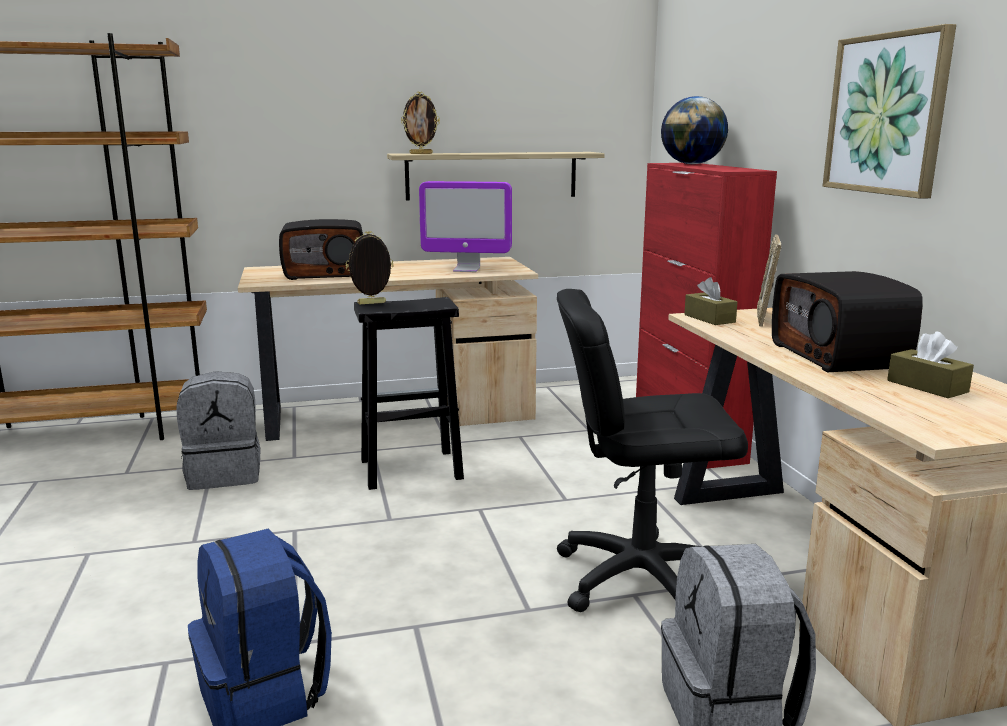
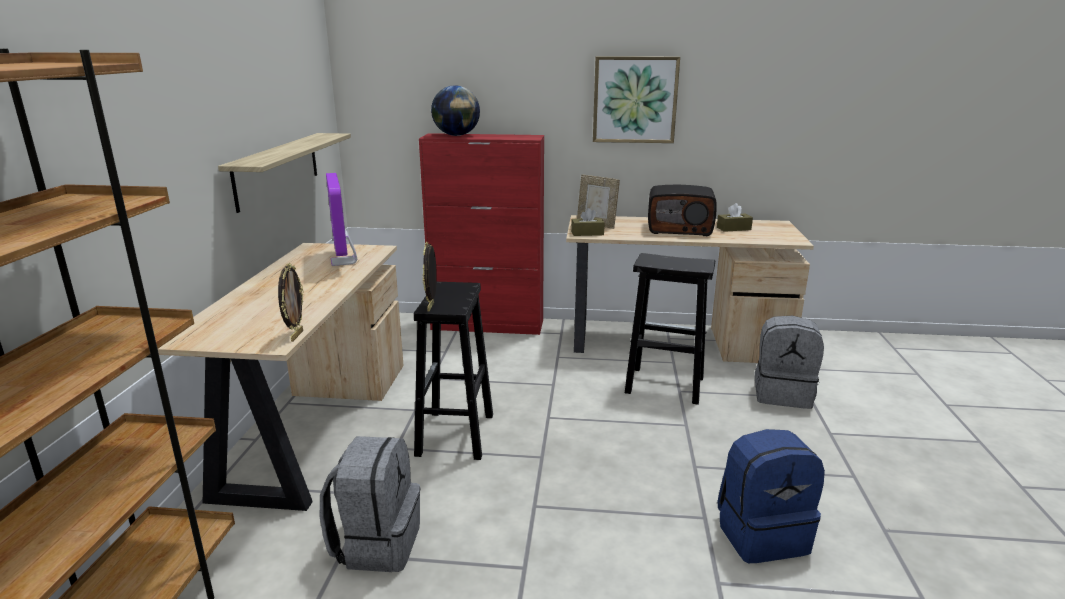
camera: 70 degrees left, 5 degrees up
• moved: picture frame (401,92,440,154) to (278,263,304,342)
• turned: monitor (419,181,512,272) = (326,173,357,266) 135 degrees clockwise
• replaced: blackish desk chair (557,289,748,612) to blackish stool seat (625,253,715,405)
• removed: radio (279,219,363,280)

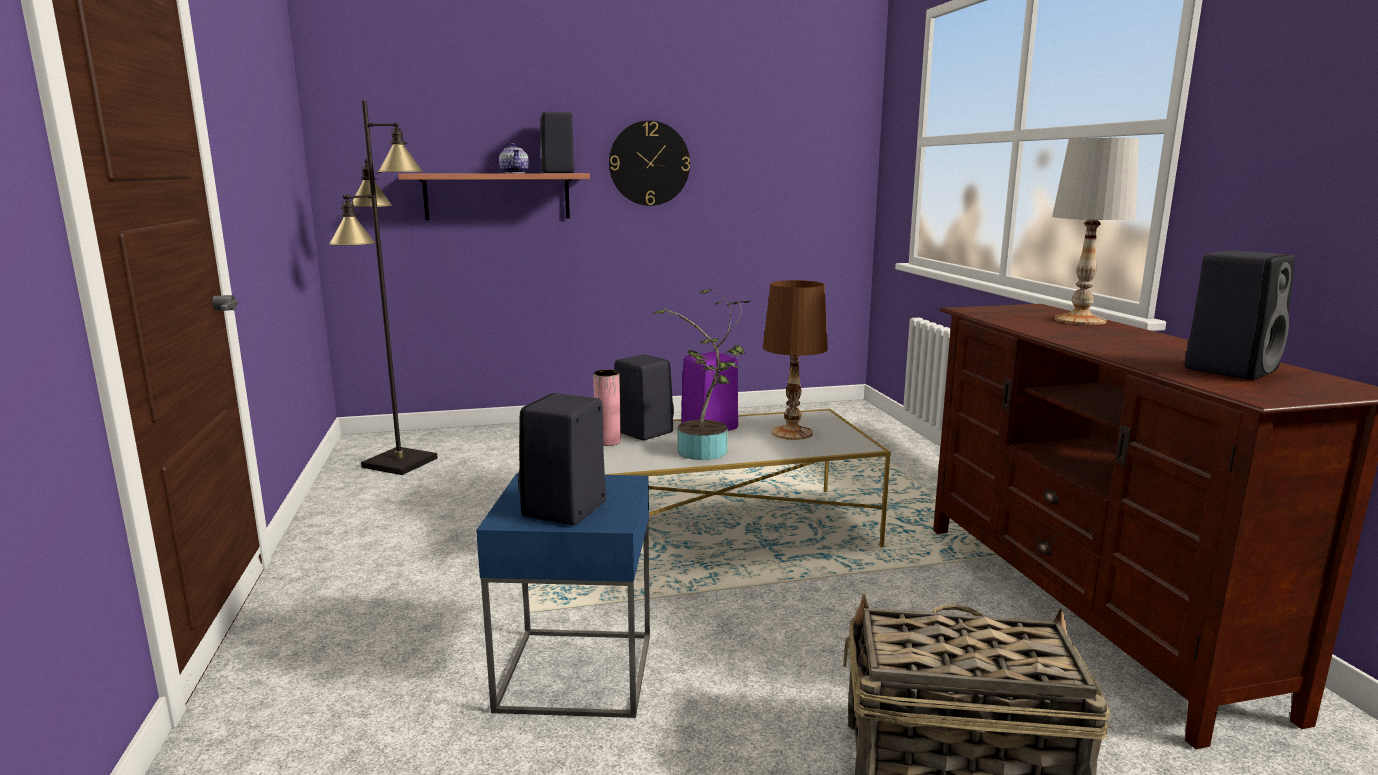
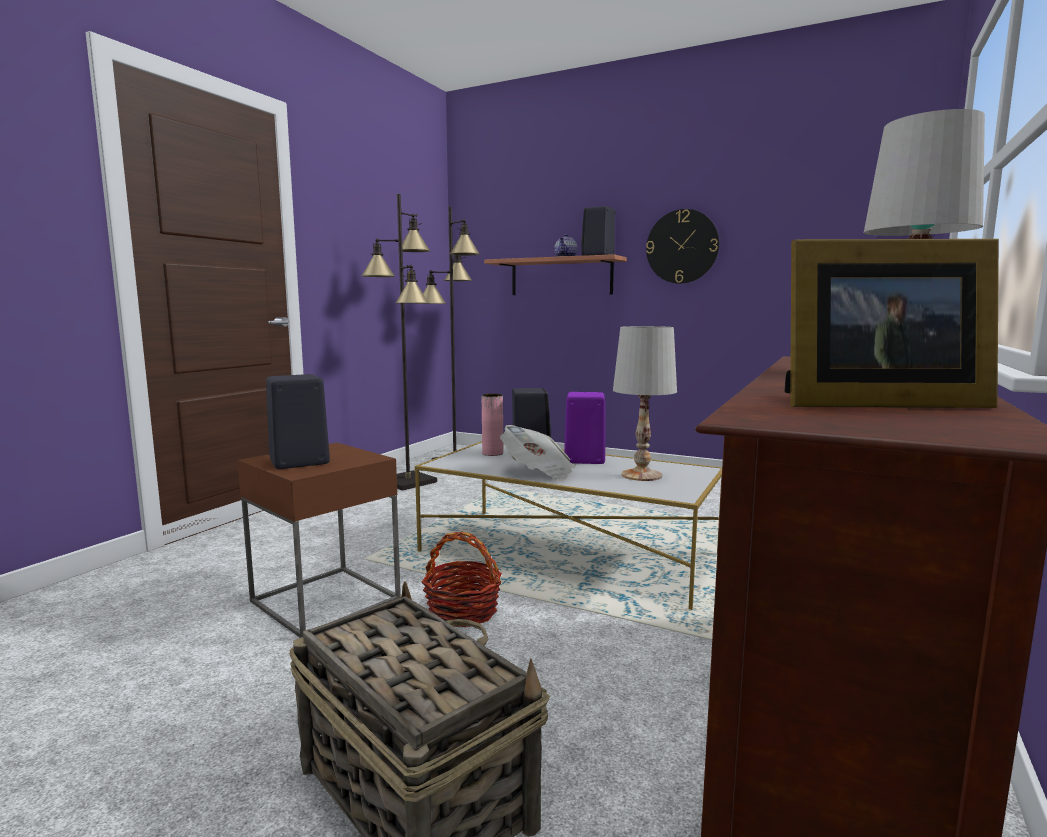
camera: 40 degrees right, 5 degrees down
• recoloured: blue-coloured end table (476,473,650,718) to brown end table (237,443,401,638)
• added: blackish standard lamp (361,194,437,491)
• added: storage basket (422,532,502,627)
• replaced: potted plant (653,289,751,460) to daily paper (500,425,575,481)
• recoloured: brown tabletop lamp (763,280,828,440) to white tabletop lamp (613,326,677,481)
• replaced: blackish speaker (1184,250,1295,380) to picture frame (784,239,999,408)

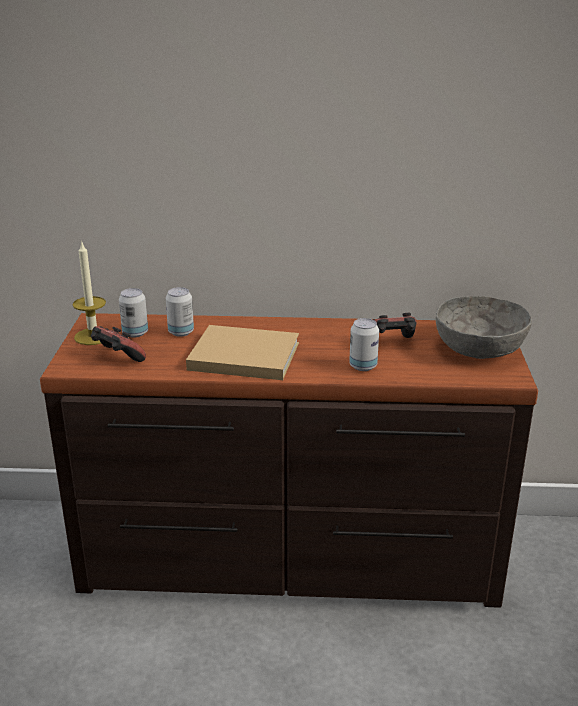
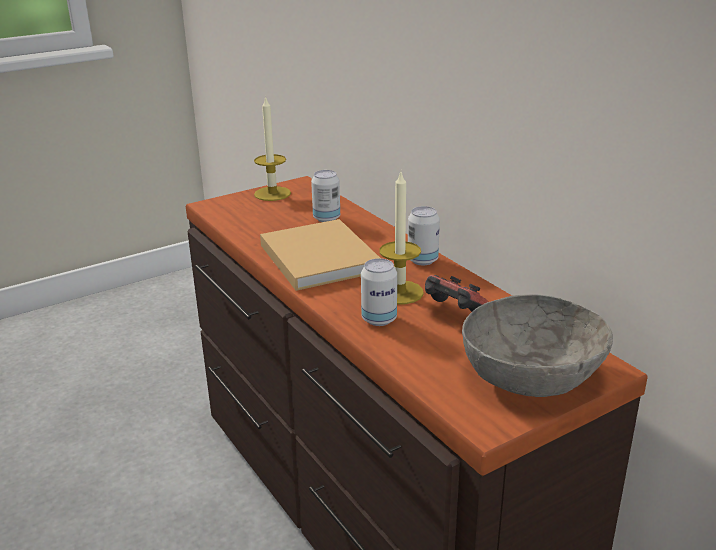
camera: 55 degrees right, 0 degrees up
• added: wax candle (379,172,424,305)
• moved: sealed can (119,288,148,338) to (408,206,440,265)
• removed: joypad (91,326,146,362)

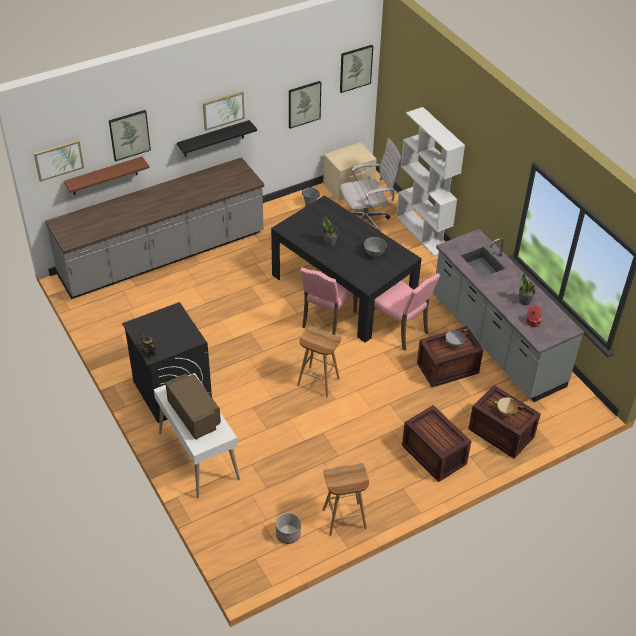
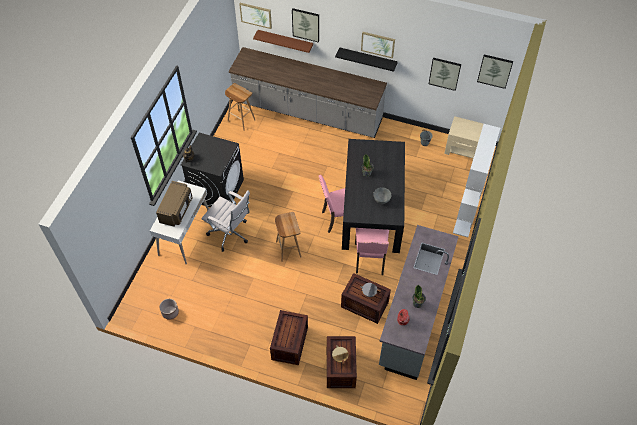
camera: 50 degrees right, 10 degrees up
• moved: white desk chair (340,138,402,231) to (202,190,250,252)
• moved: brown stool seat (323,463,369,536) to (225,83,255,131)

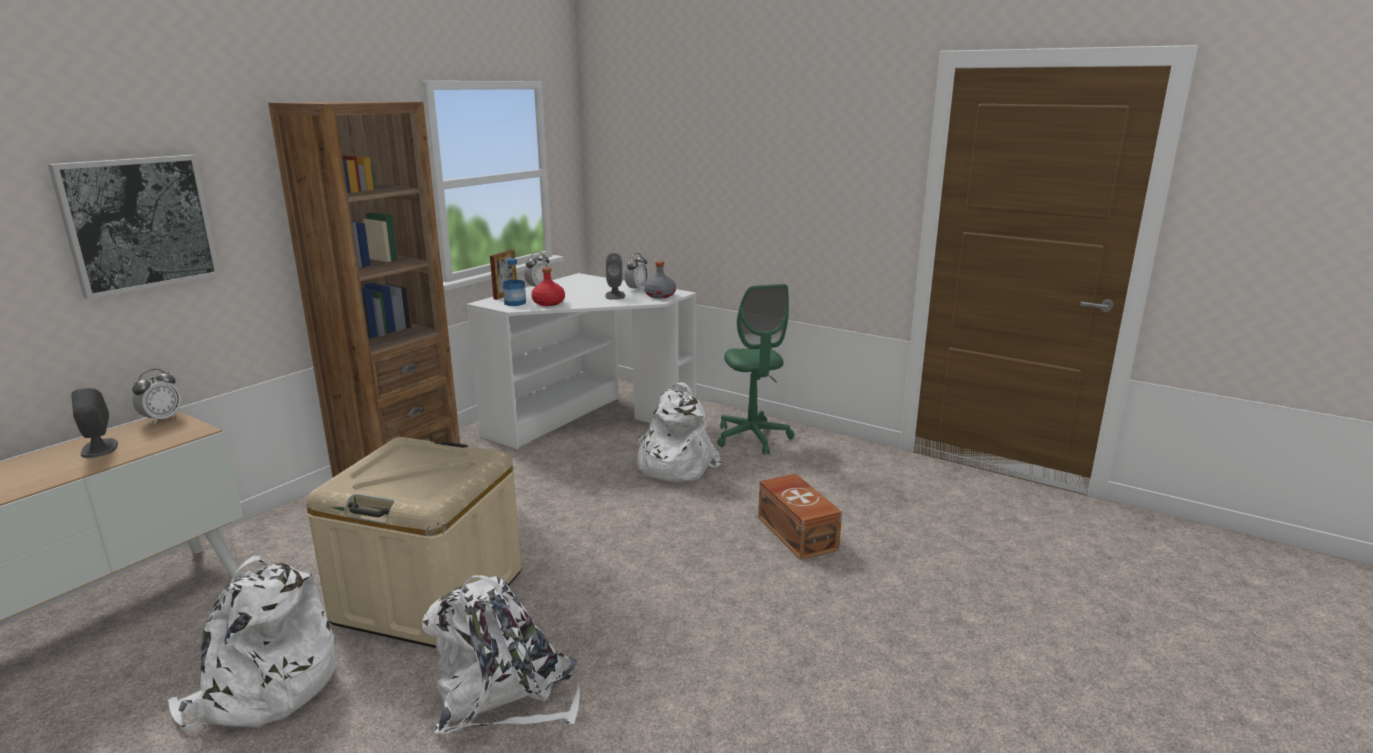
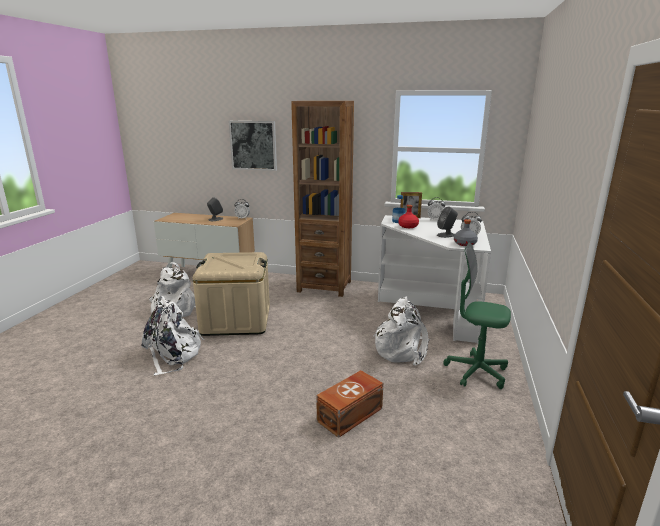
camera: 70 degrees right, 0 degrees up
• turned: green desk chair (717,284,794,455) = (444,243,511,389) 60 degrees clockwise

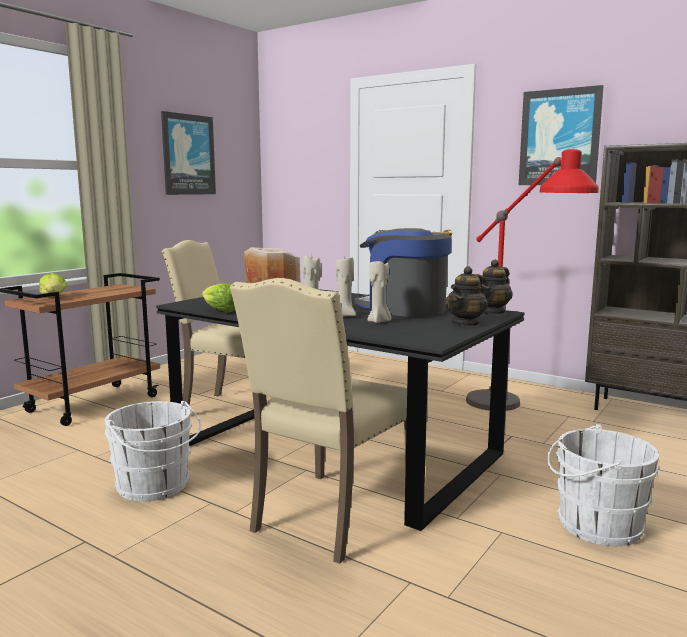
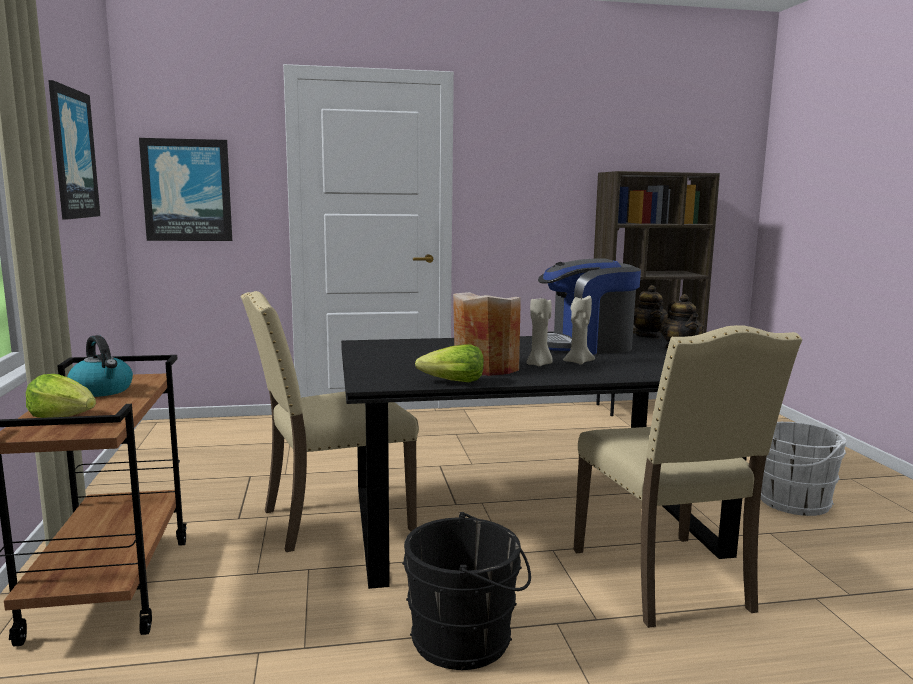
camera: 45 degrees left, 0 degrees up
• added: water kettle (67,335,133,397)
• moved: wall art (519,85,604,185) to (139,138,232,241)
• recoloured: white pail (104,401,202,502) to blackish pail (402,512,531,670)
• removed: beige-coloured wax candle (367,261,391,323)
• removed: red-coloured standard lamp (466,149,599,411)

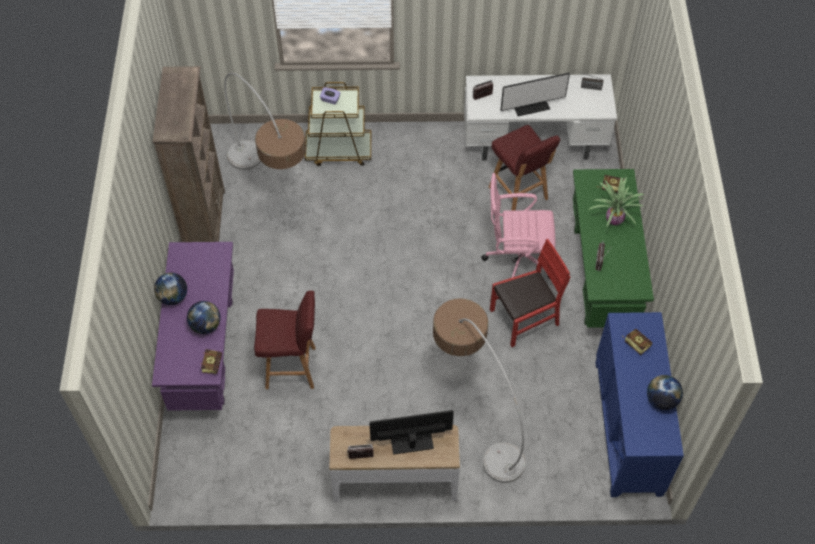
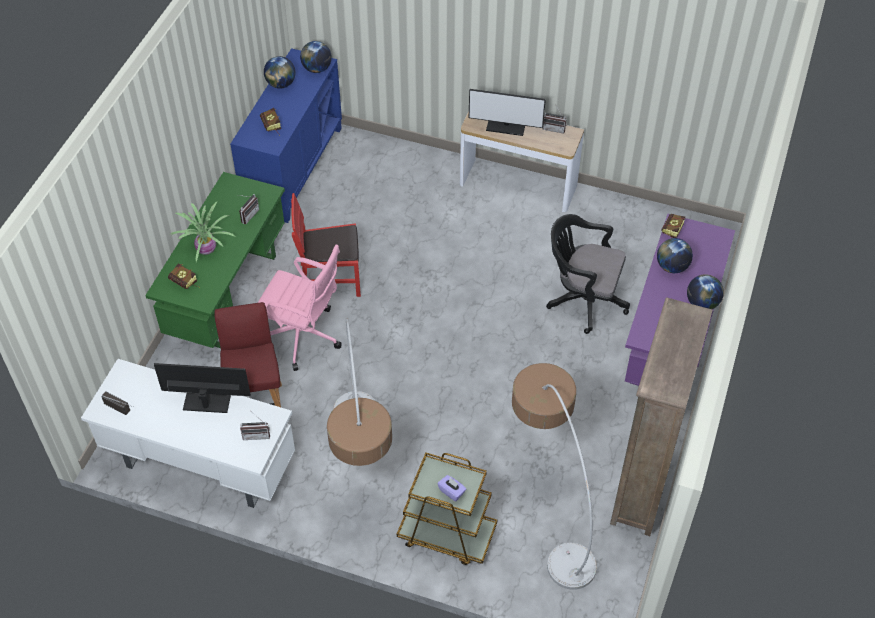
camera: 160 degrees left, 5 degrees down
• added: globe (300,41,332,73)
• moved: standard lamp (433,298,525,483) to (327,318,392,466)
• replaced: red-coloured stool seat (254,291,315,389) to blackish desk chair (546,214,630,334)

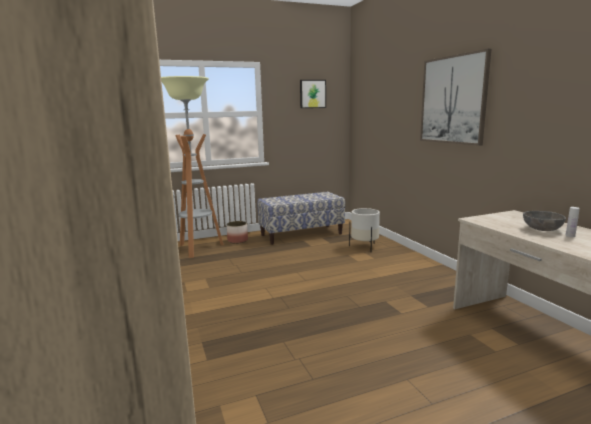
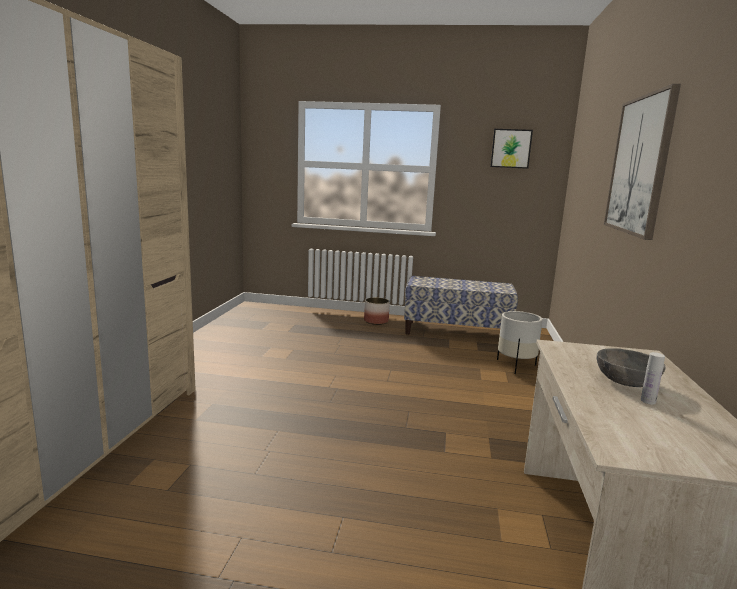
camera: 30 degrees right, 0 degrees up
• removed: standard lamp (161,76,224,258)

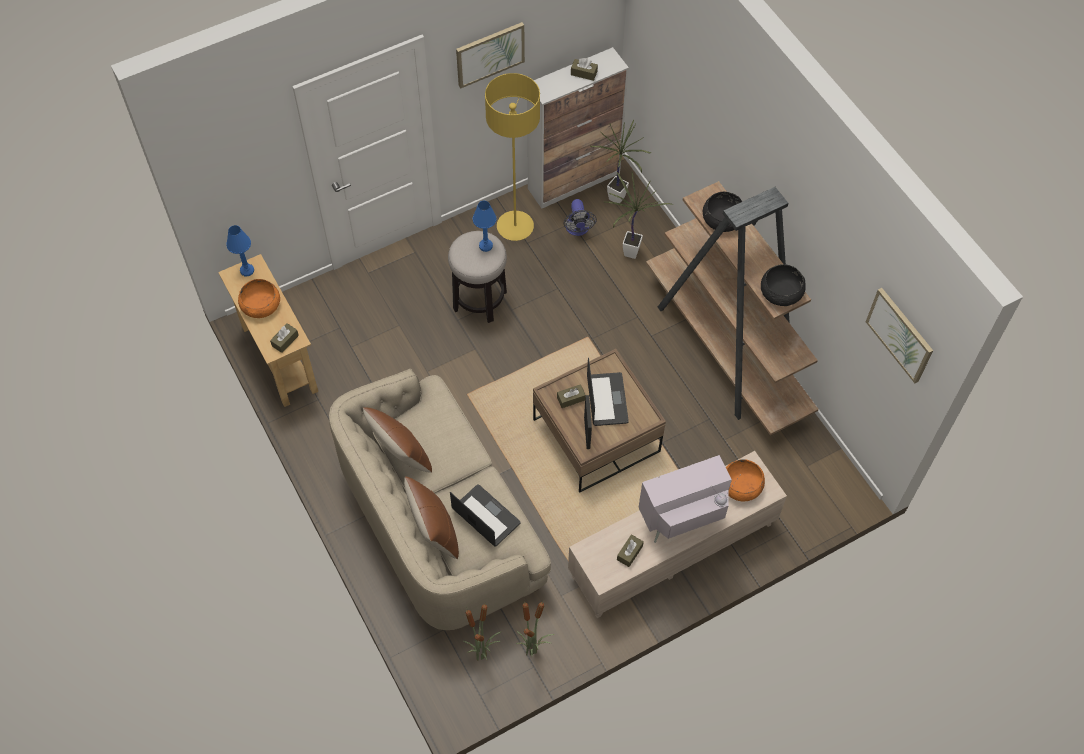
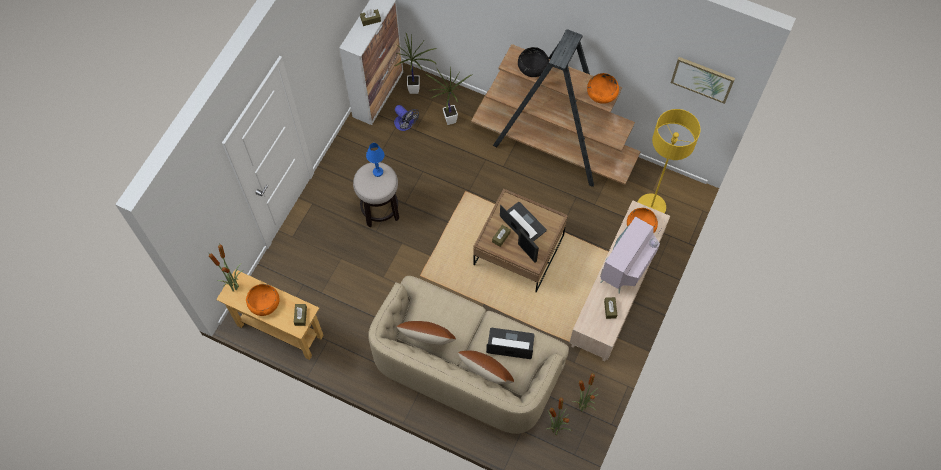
camera: 35 degrees left, 5 degrees up
• replaced: blue-coloured tabletop lamp (226,225,254,276) to potted plant (209,243,243,292)
• recoloured: blackish deep dish (761,264,806,306) to orange deep dish (587,73,619,104)
• moved: yellow standard lamp (485,73,540,241) to (638,109,701,213)
• removed: wall art (456,22,525,89)

